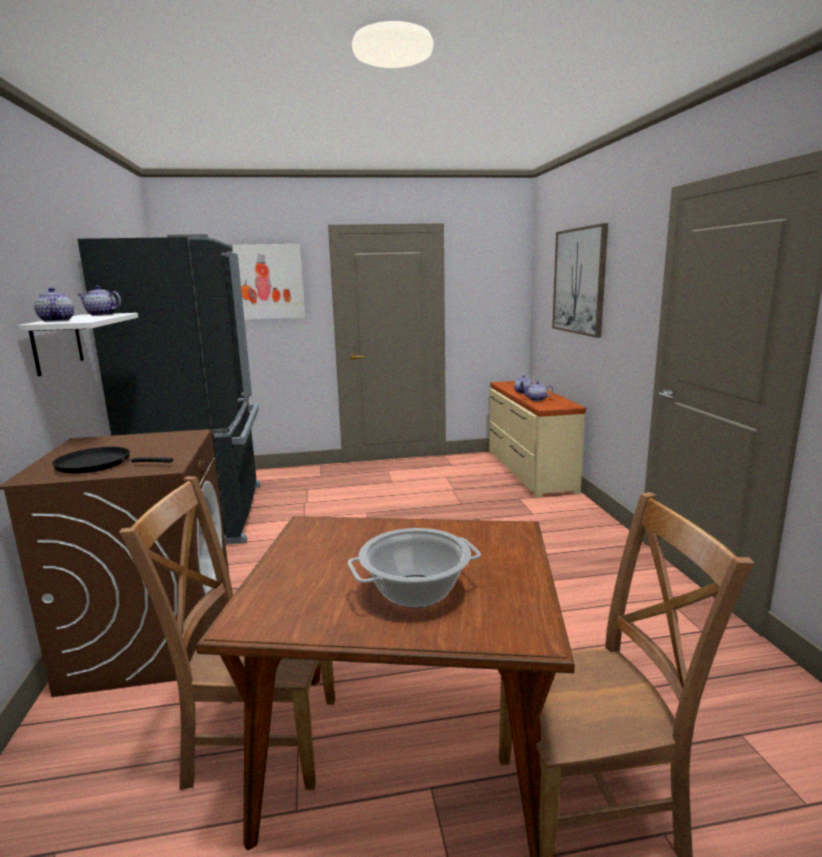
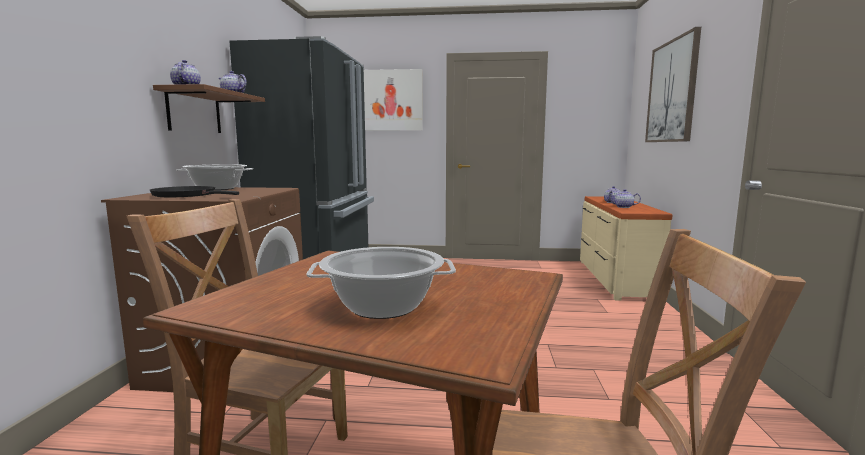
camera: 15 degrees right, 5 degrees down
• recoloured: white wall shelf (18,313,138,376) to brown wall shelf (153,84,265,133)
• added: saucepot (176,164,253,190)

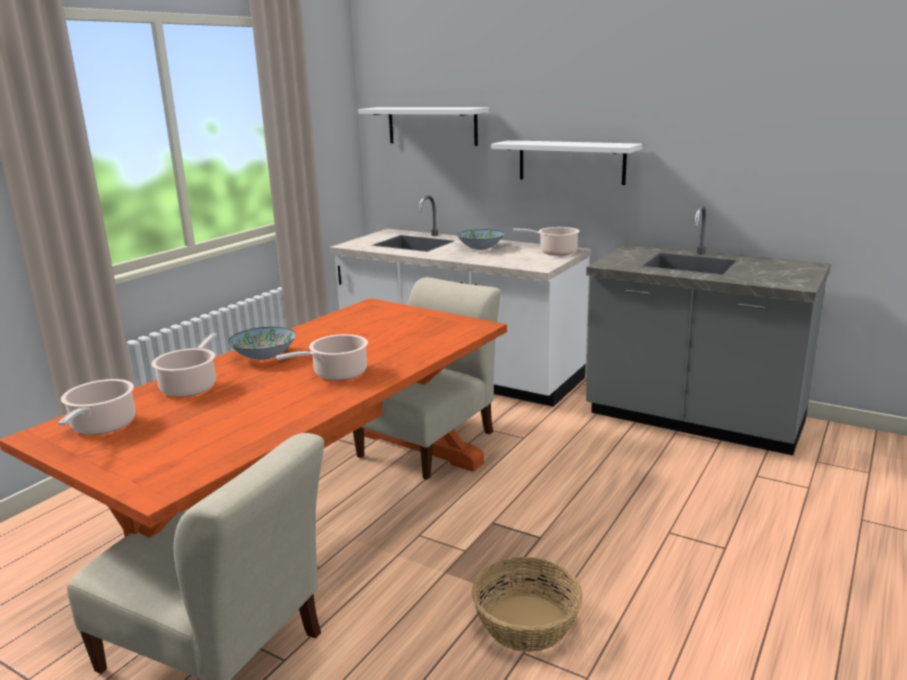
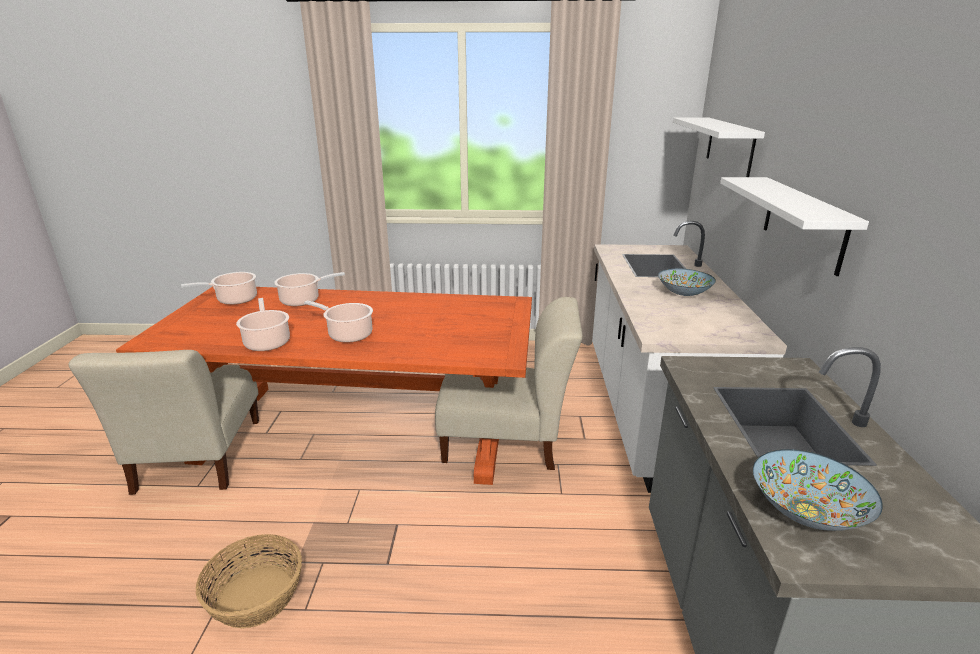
camera: 60 degrees right, 5 degrees up
• moved: saucepot (513,227,580,255) to (236,298,290,351)
• moved: deep dish (228,327,296,360) to (753,449,883,531)

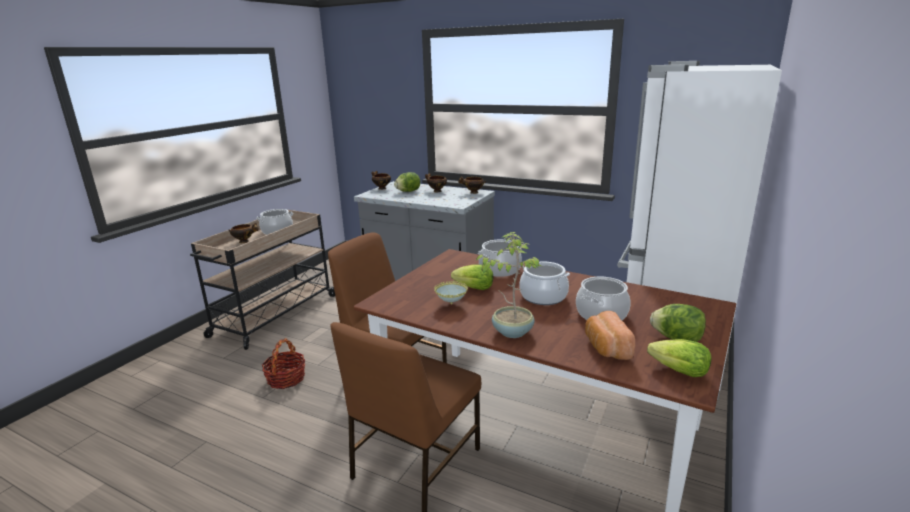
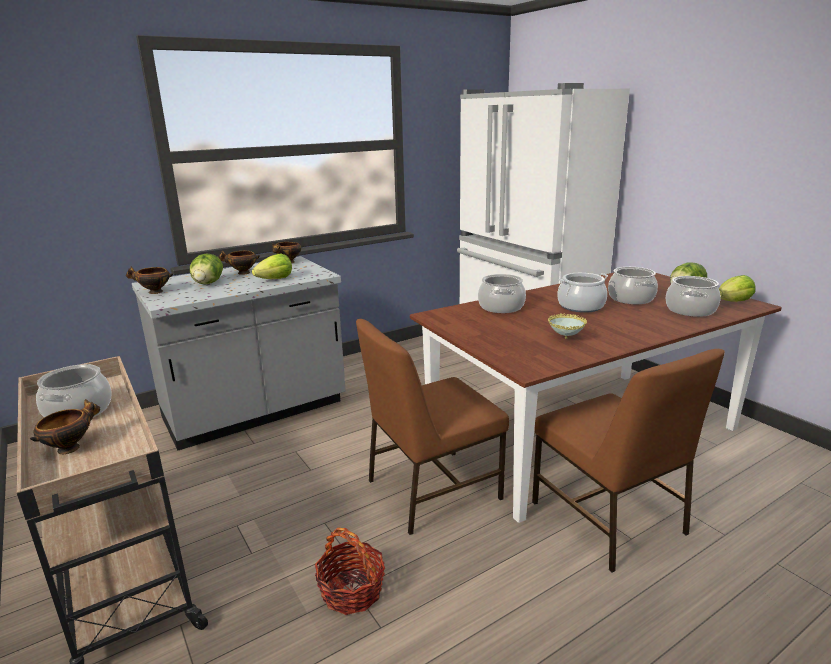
camera: 60 degrees left, 0 degrees up
• moved: head of lettuce (451,264,493,290) to (252,254,292,279)
• replaced: bread (585,311,635,360) to saucepot (666,276,721,317)
• removed: potted plant (475,232,542,338)

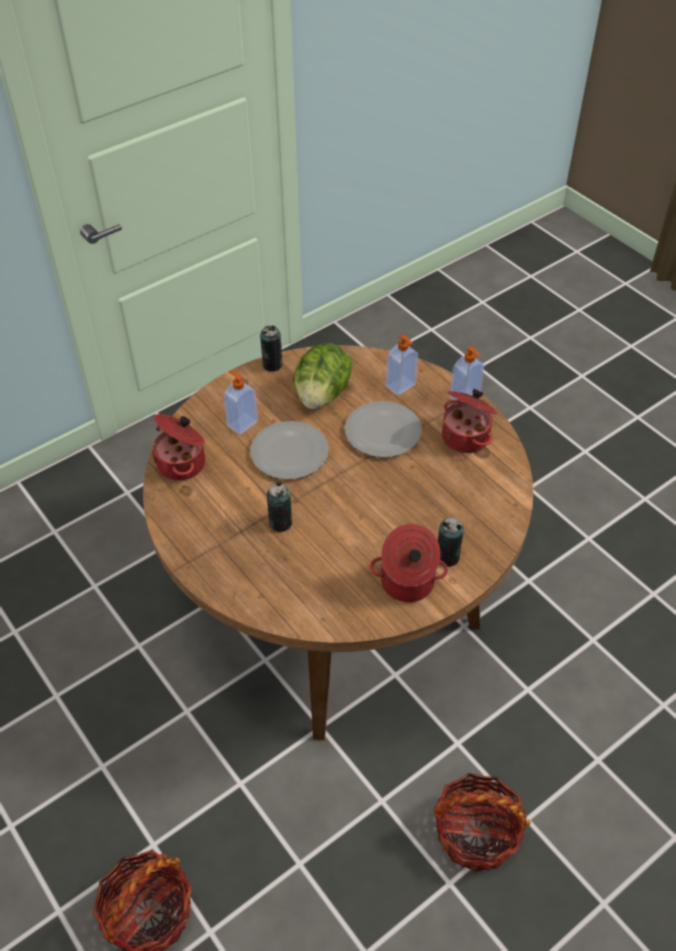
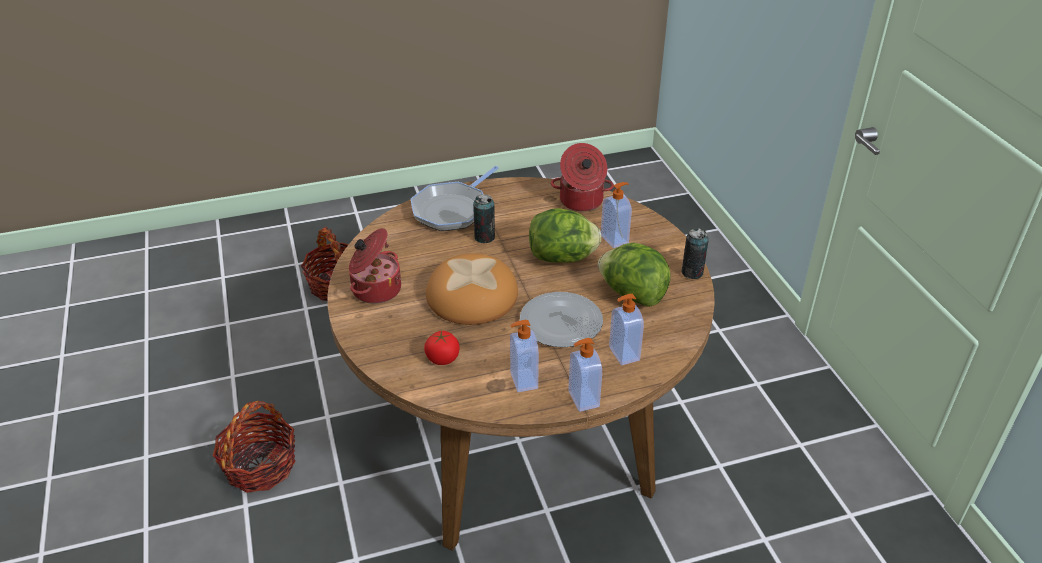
camera: 110 degrees right, 10 degrees down
• added: pan (411,166,499,231)
• added: tomato (424,330,460,365)
• added: bread (426,253,518,325)
• replaced: saucepot (442,389,498,453) to liquid soap bottle (510,320,539,392)
• replaced: flat dish (250,421,329,479) to head of lettuce (529,208,601,263)
• removed: sealed can (438,517,464,567)

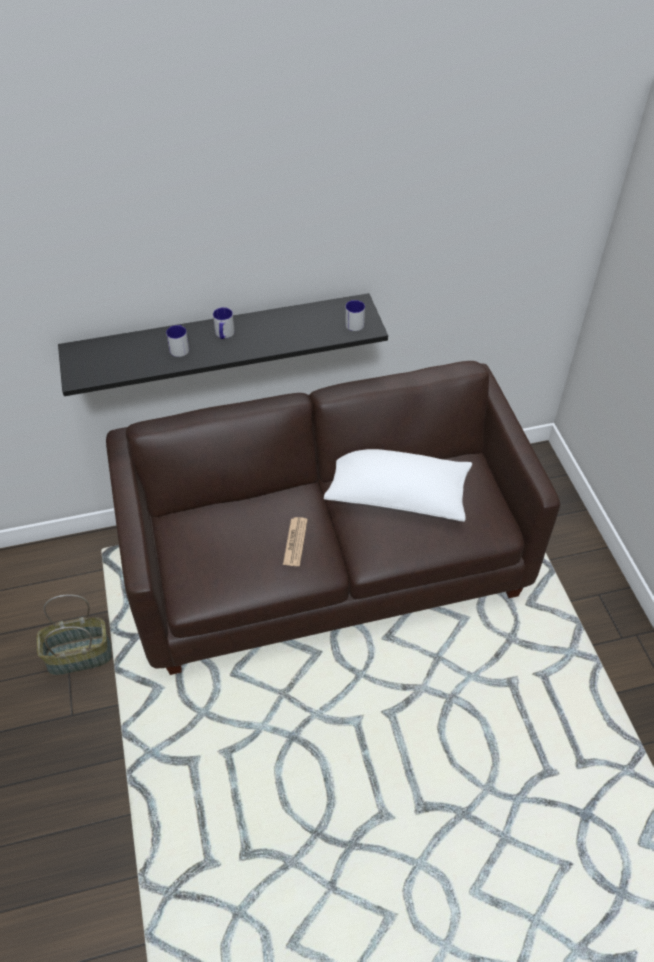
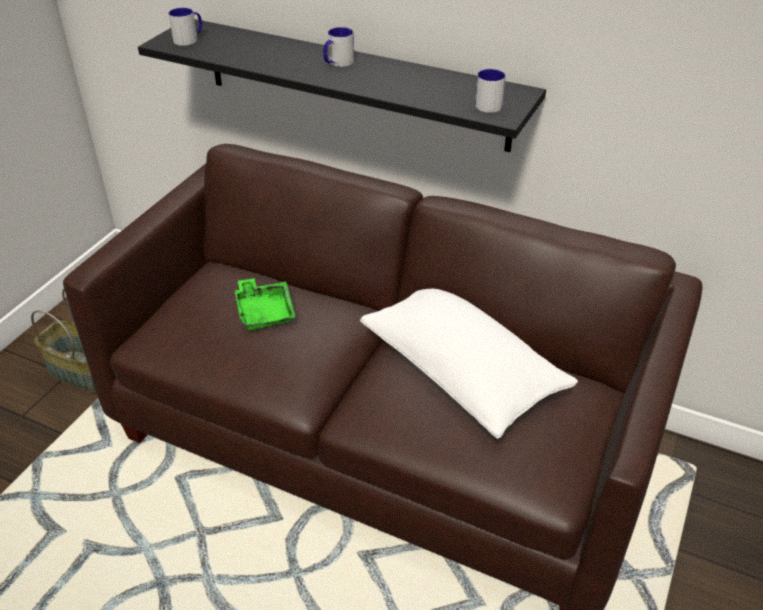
camera: 40 degrees right, 10 degrees down
• moved: coffee mug (166,325,189,357) to (168,8,202,46)
• added: green tray (235,278,296,330)
• removed: daily paper (283,517,308,566)

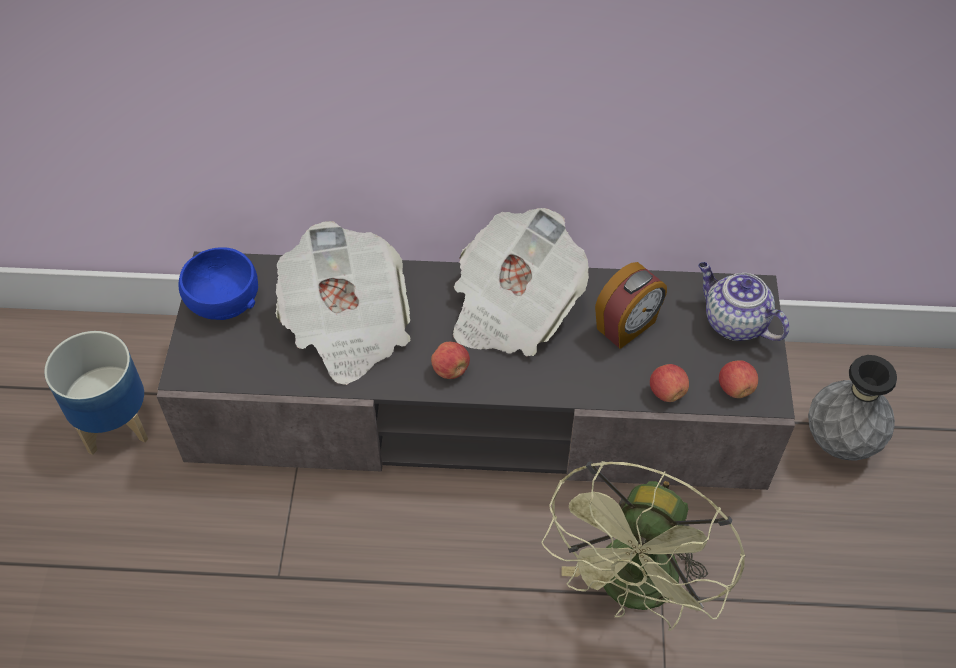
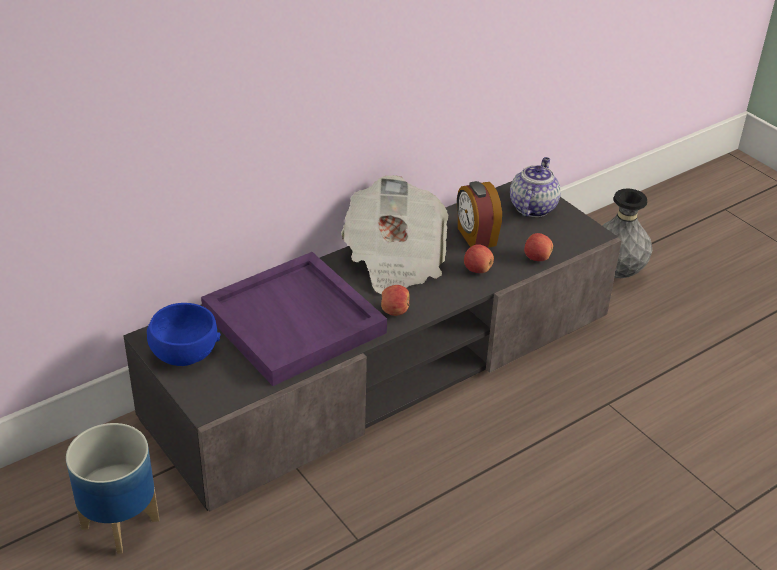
camera: 40 degrees left, 15 degrees down
• replaced: daily paper (275,221,411,385) to purple-coloured tray (201,252,387,386)
• turned: alarm clock (595,262,667,349) = (457,181,502,248) 150 degrees clockwise
• moved: apple fruit (719,360,758,398) to (464,244,494,273)
• turned: tea pot (698,262,789,341) = (510,157,561,217) 105 degrees clockwise
• removed: green cooling fan (542,461,746,631)

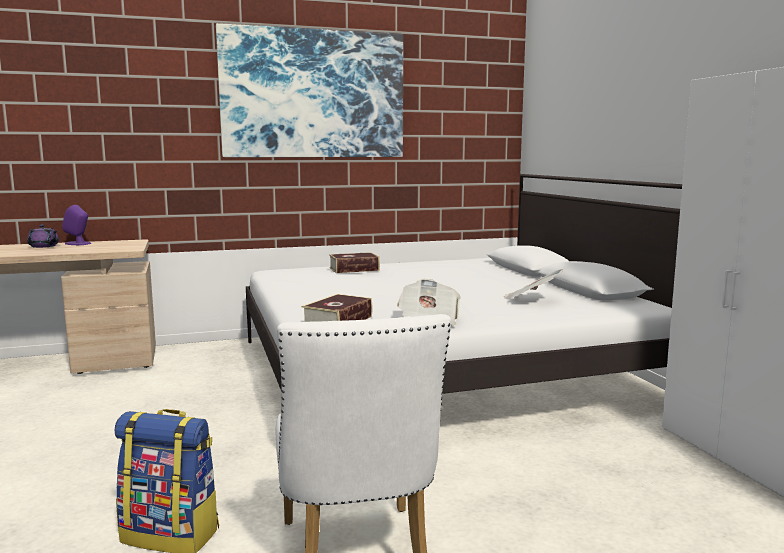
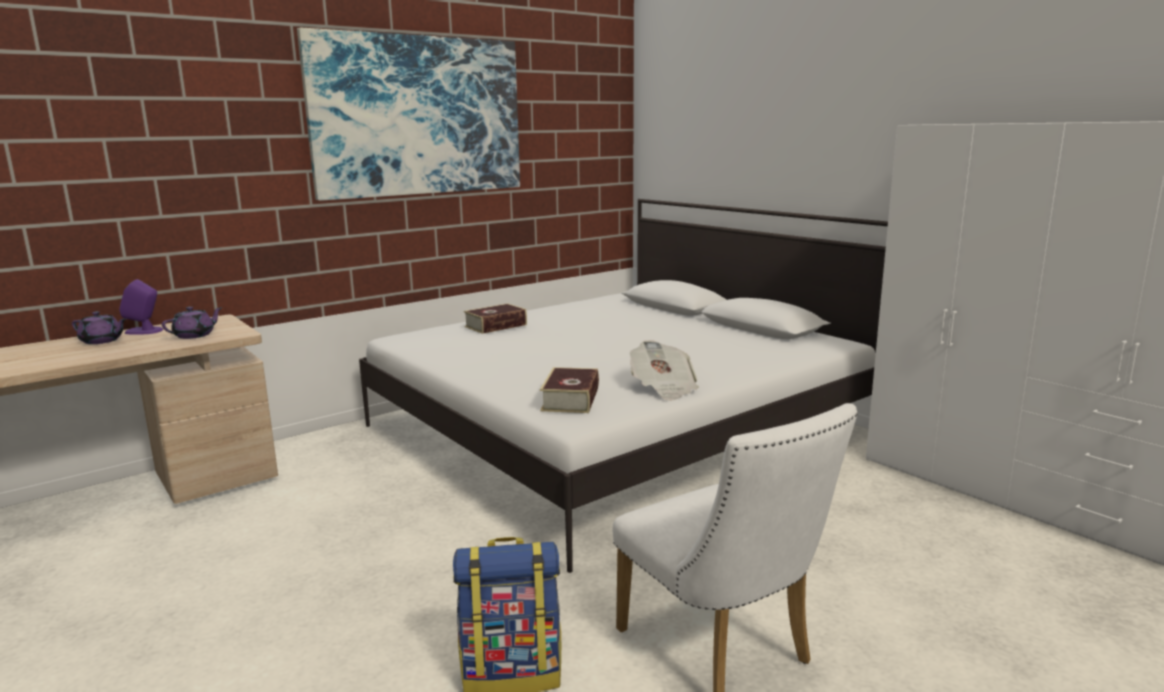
camera: 20 degrees left, 5 degrees up
• added: purple-coloured tea pot (162,307,222,339)
• removed: daily paper (504,269,563,300)

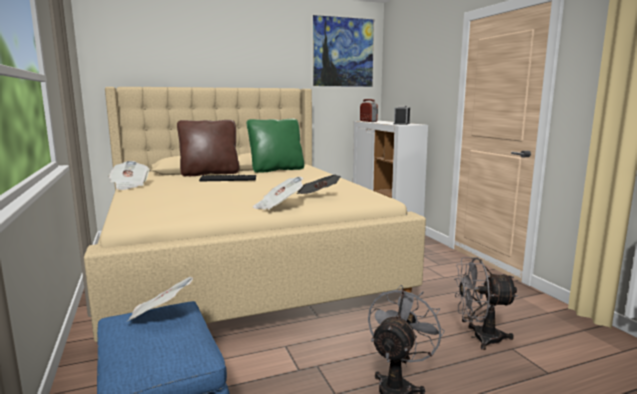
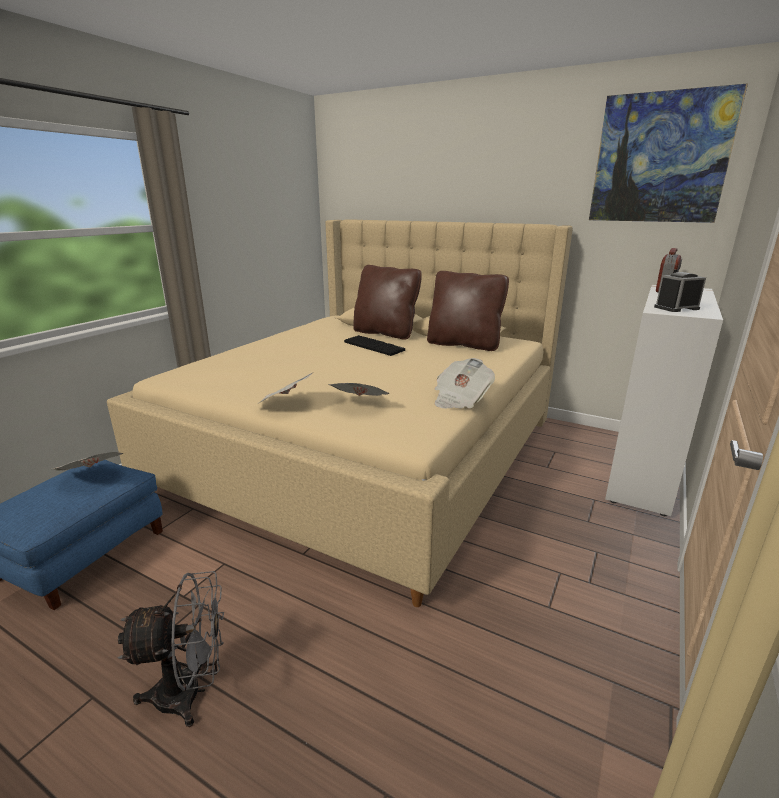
camera: 50 degrees right, 10 degrees up
• recoloured: green cushion (247,119,304,173) to brown cushion (427,271,509,351)
• moved: daily paper (108,161,150,190) to (434,358,495,409)
• removed: grey cooling fan (454,257,518,350)

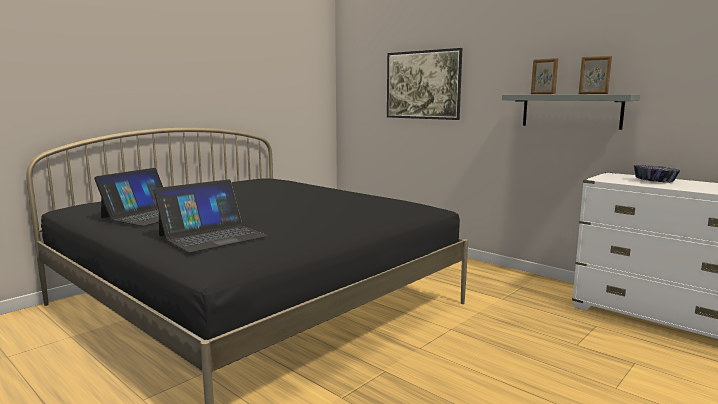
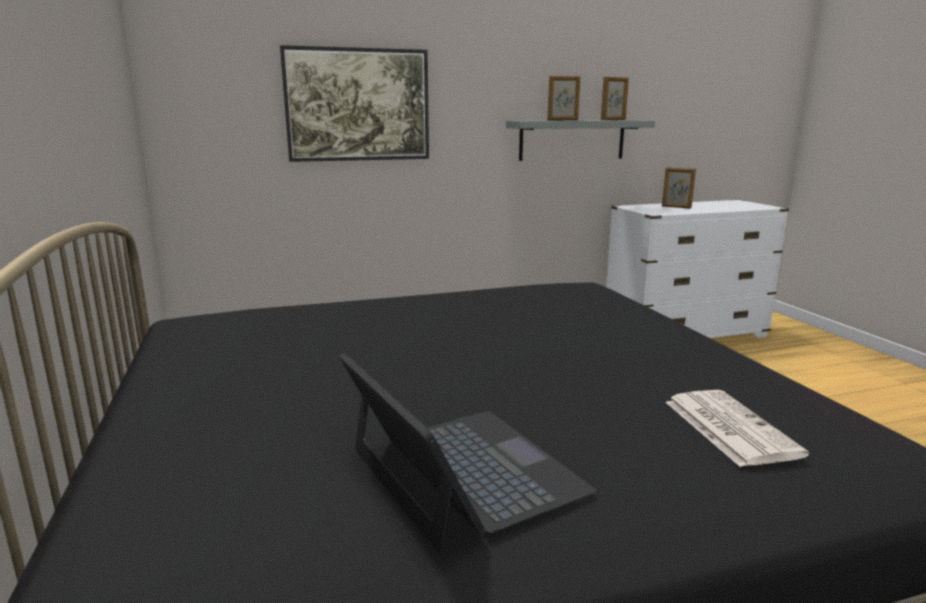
camera: 60 degrees left, 5 degrees up
• replaced: deep dish (633,164,681,183) to picture frame (662,168,696,209)
• replaced: portable computer (154,179,268,253) to daily paper (666,390,809,467)

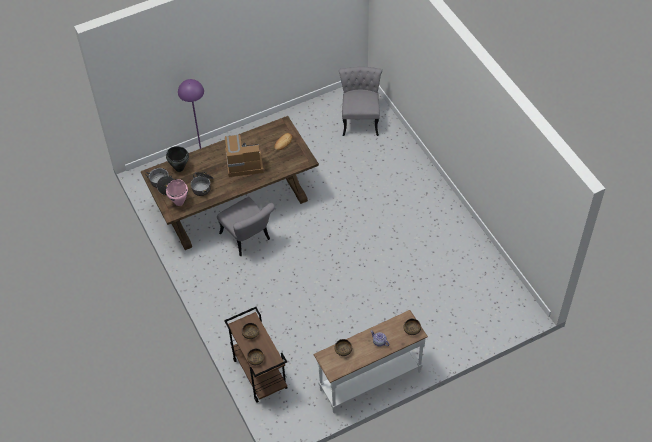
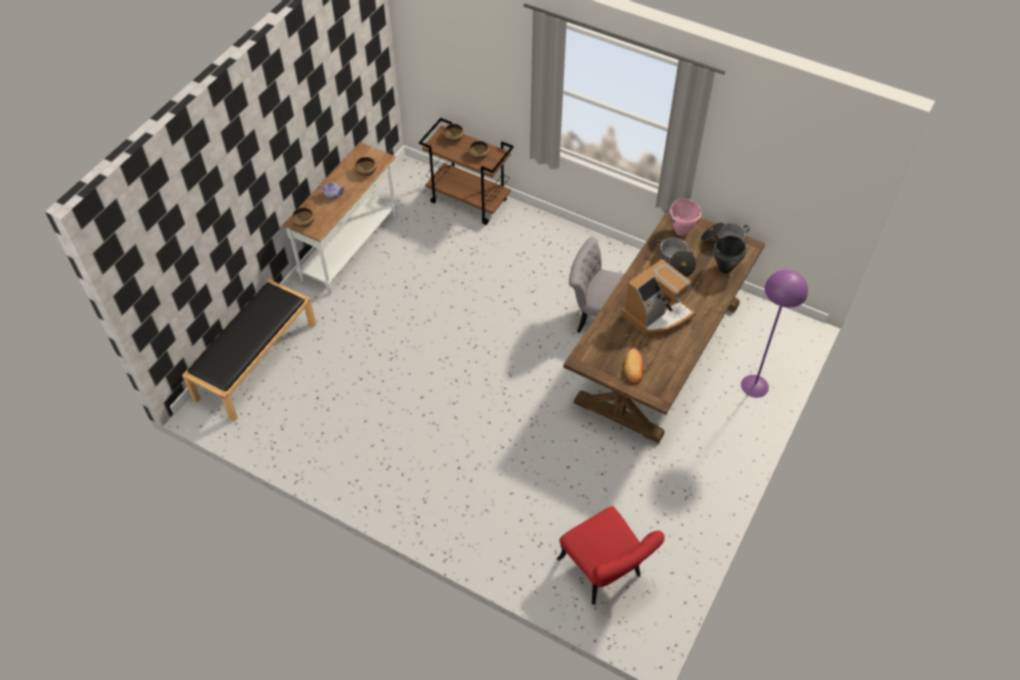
camera: 145 degrees right, 0 degrees up
• added: blackish long seat (182,279,316,422)
• recoloured: grey upright chair (339,67,382,136) to red-coloured upright chair (557,506,665,605)

